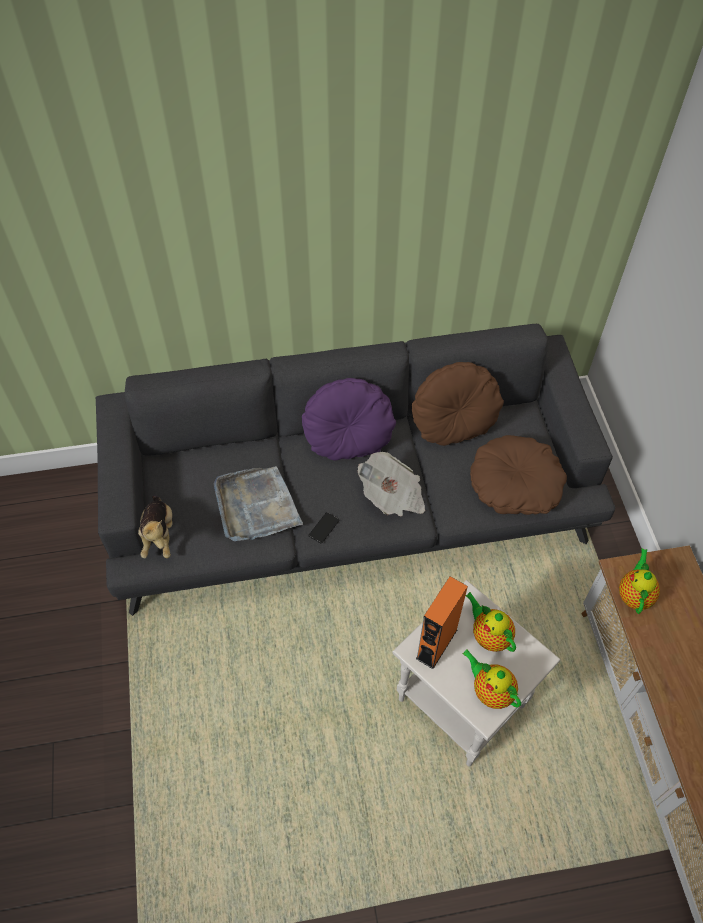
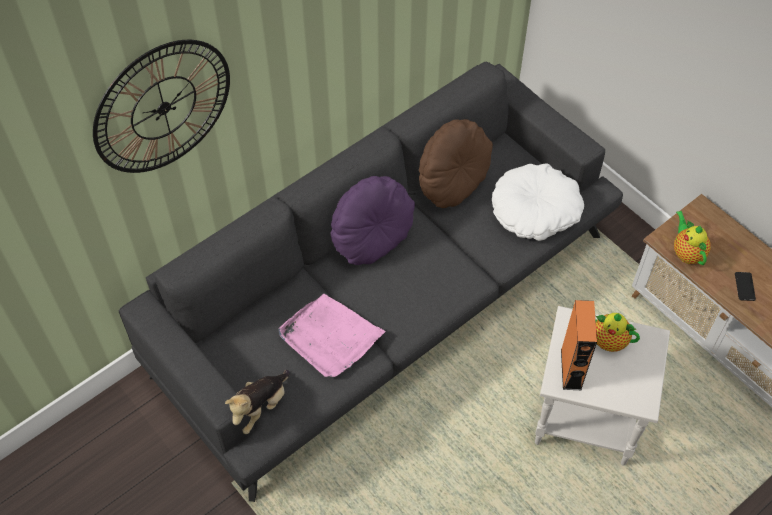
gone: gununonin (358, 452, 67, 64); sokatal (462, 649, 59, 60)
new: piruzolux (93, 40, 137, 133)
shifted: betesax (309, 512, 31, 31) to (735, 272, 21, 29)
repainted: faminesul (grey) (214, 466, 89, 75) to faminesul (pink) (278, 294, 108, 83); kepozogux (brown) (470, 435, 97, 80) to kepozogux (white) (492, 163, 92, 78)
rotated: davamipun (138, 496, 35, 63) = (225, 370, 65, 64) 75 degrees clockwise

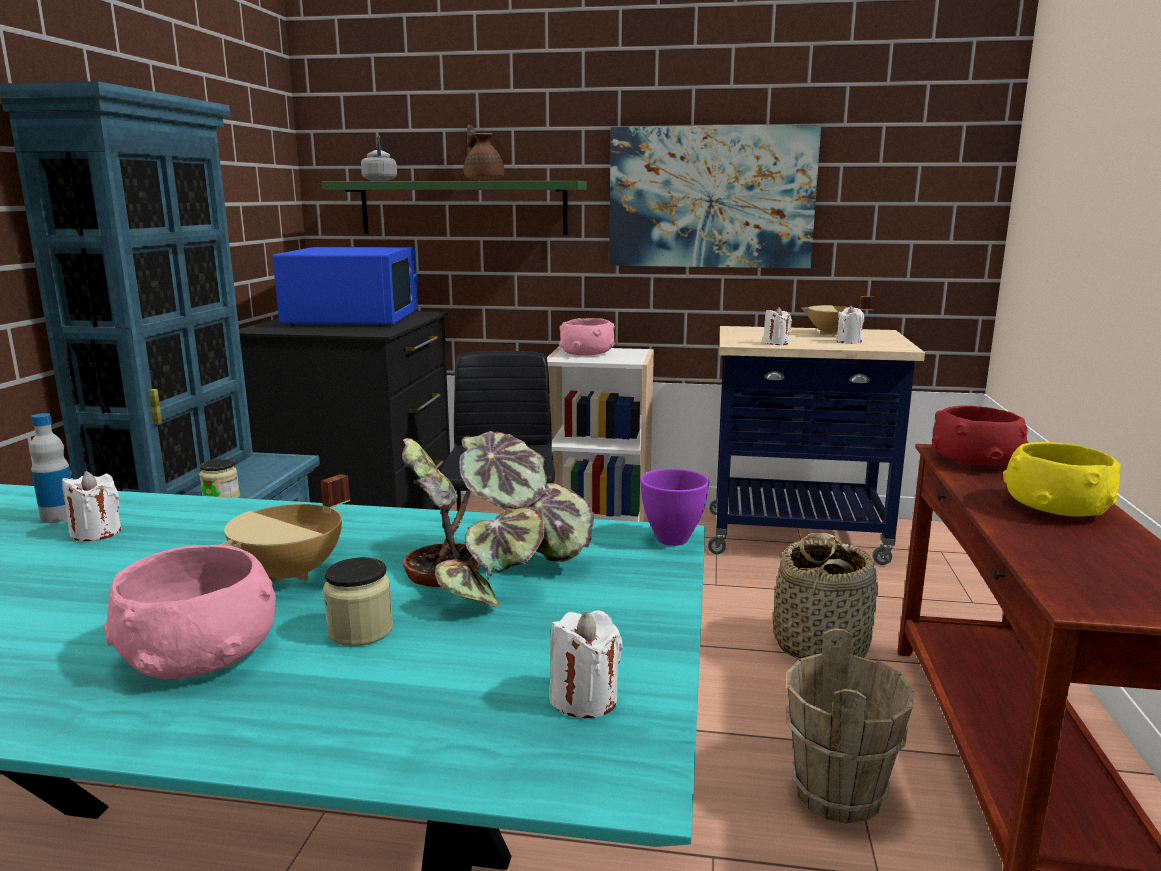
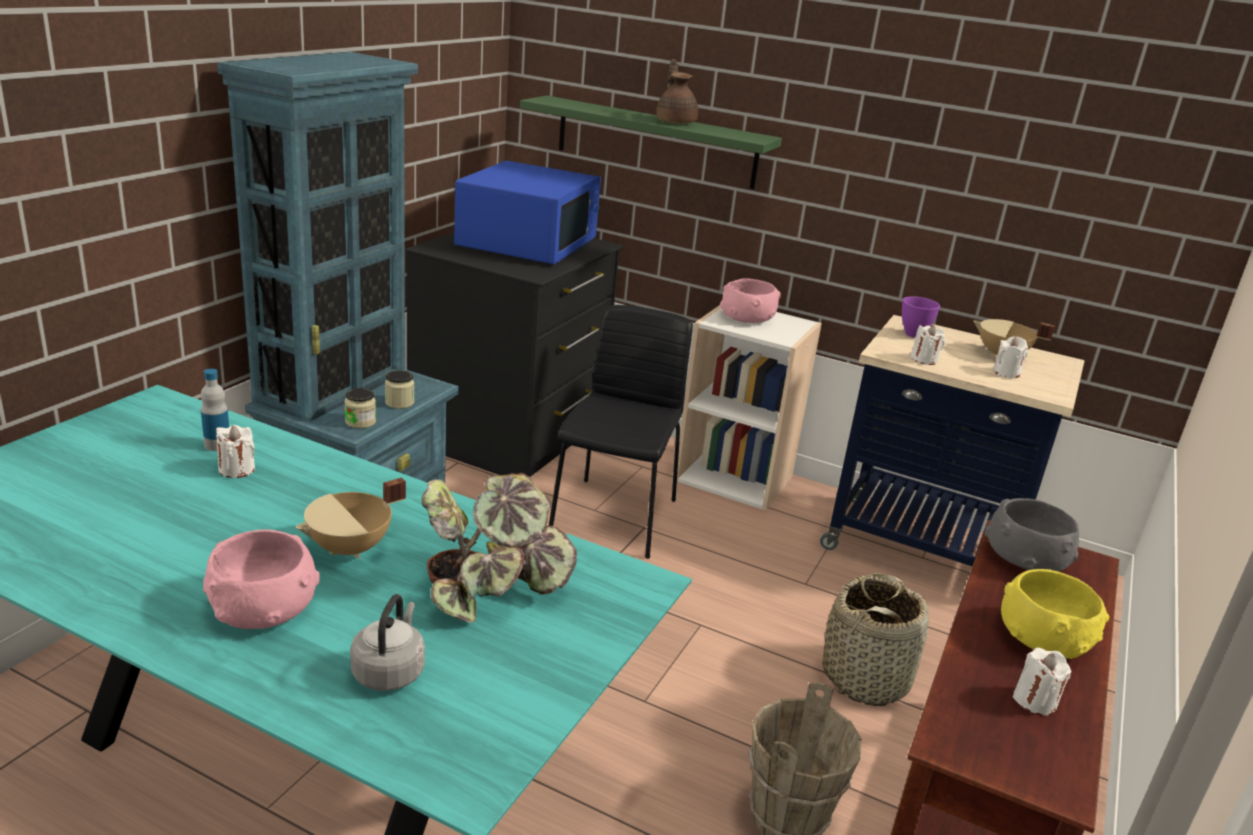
gone: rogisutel (609, 125, 212, 143)
shifted: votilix (323, 557, 70, 89) to (385, 370, 29, 39); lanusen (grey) (361, 135, 36, 46) to (350, 594, 75, 97); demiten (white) (549, 610, 74, 108) to (1013, 648, 58, 68); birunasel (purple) (640, 469, 69, 77) to (902, 296, 38, 42)
repainted: birunasel (red) (932, 405, 97, 61) to birunasel (grey) (985, 498, 94, 74)

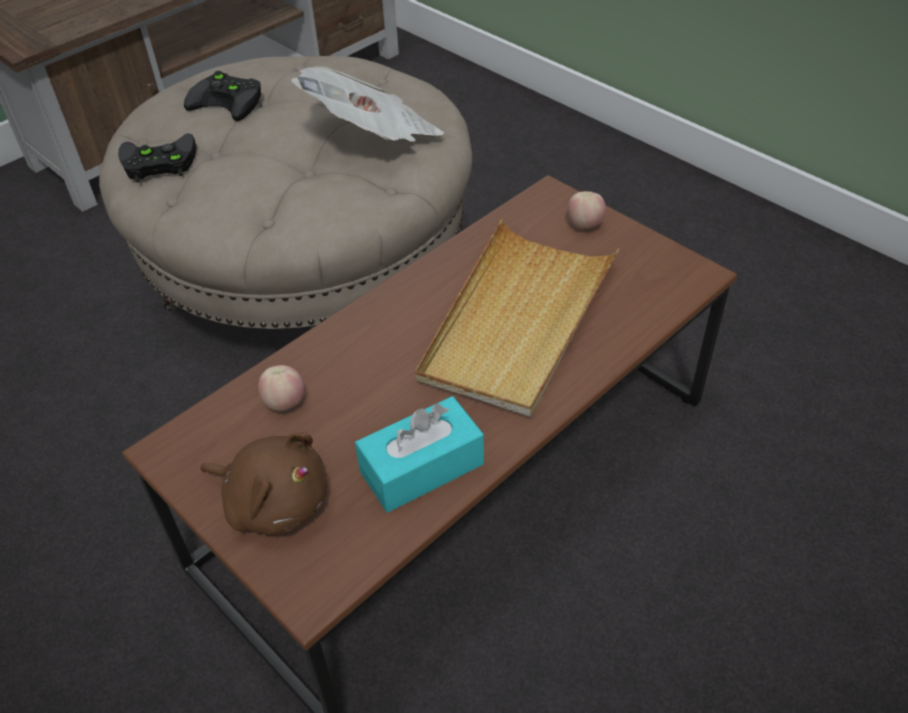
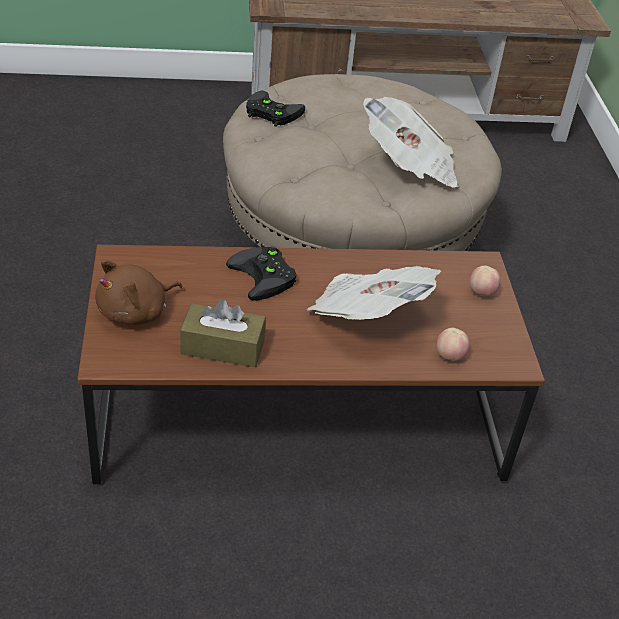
shifted: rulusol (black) (184, 71, 77, 50) to (226, 247, 70, 54); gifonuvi (258, 365, 47, 46) to (437, 328, 33, 33)
swapped: faminesul (beige) (415, 219, 205, 198) to gununonin (307, 266, 134, 54)
repainted: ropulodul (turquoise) (355, 396, 129, 116) to ropulodul (brown) (180, 300, 86, 67)
rotated: davamipun (brown) (200, 433, 127, 102) = (95, 260, 87, 65) 75 degrees clockwise

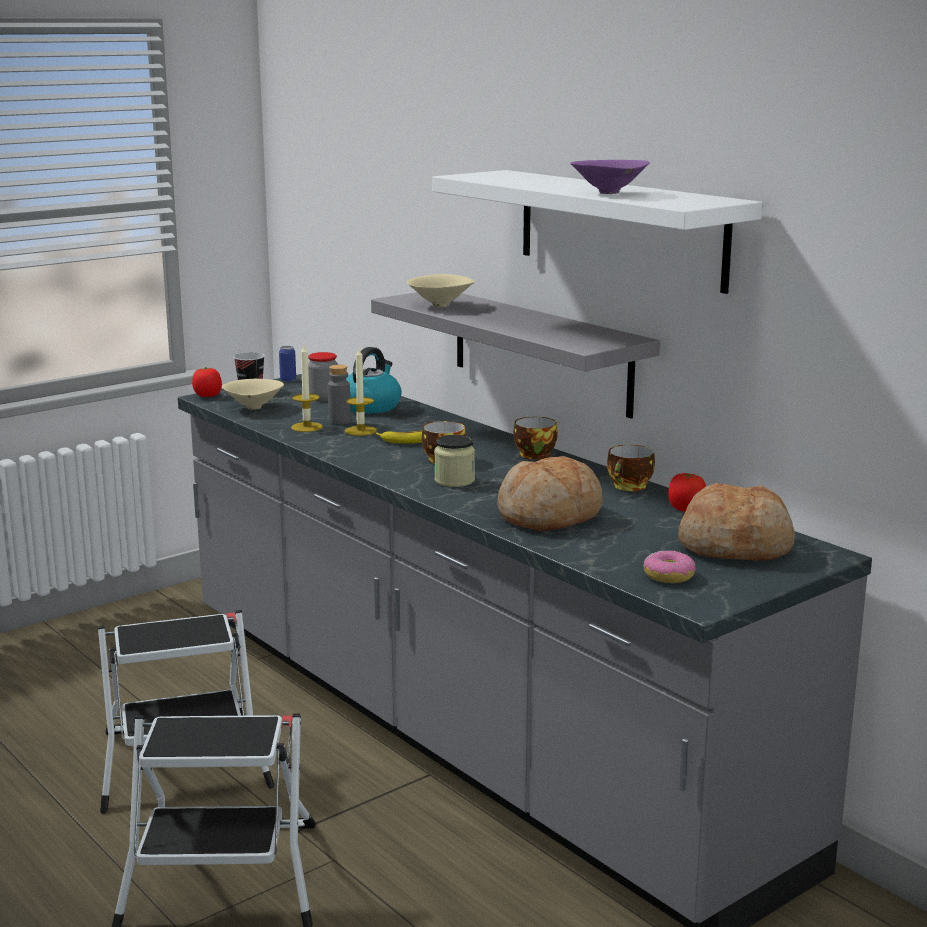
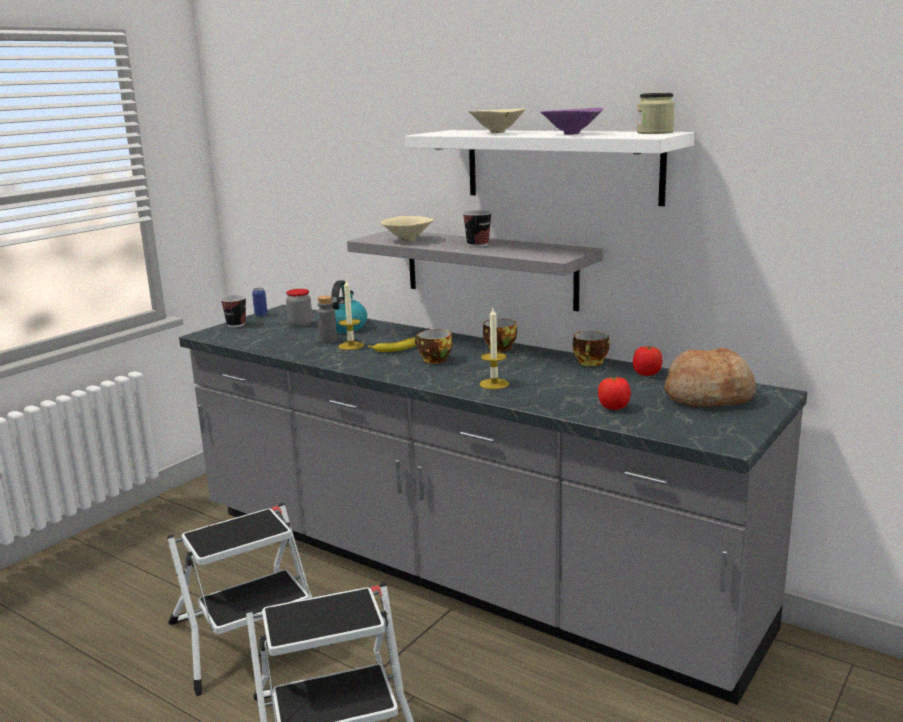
gone: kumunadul (497, 456, 106, 75); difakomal (644, 550, 52, 33)
new: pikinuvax (462, 210, 30, 37)
shifted: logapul (192, 367, 30, 30) to (598, 376, 33, 34); birunasel (beige) (222, 379, 62, 31) to (468, 108, 58, 25); demiten (291, 345, 32, 87) to (480, 308, 29, 81); votilix (434, 435, 41, 52) to (637, 93, 38, 41)

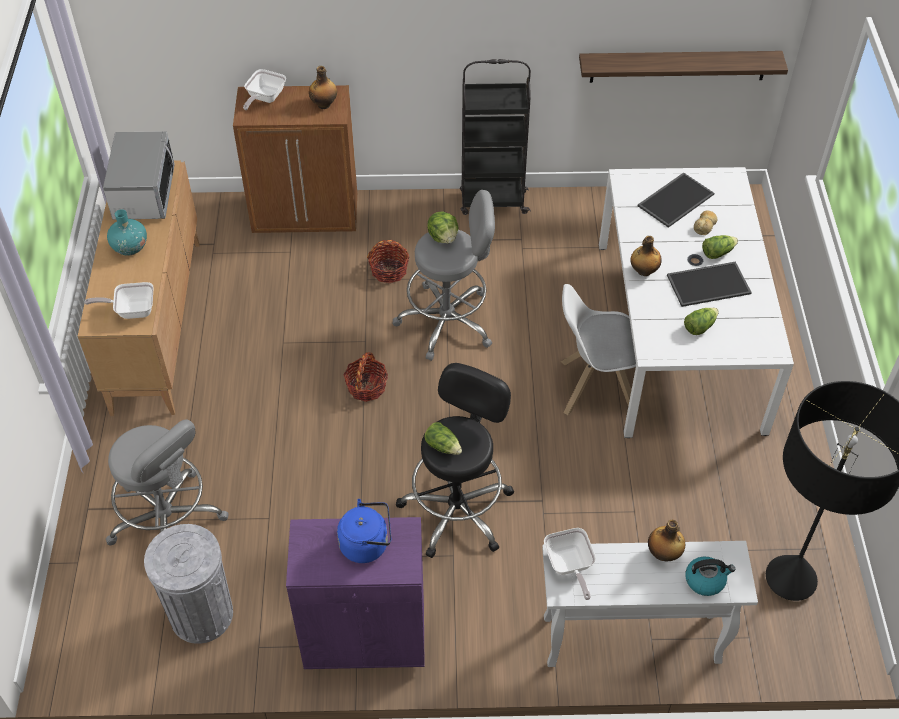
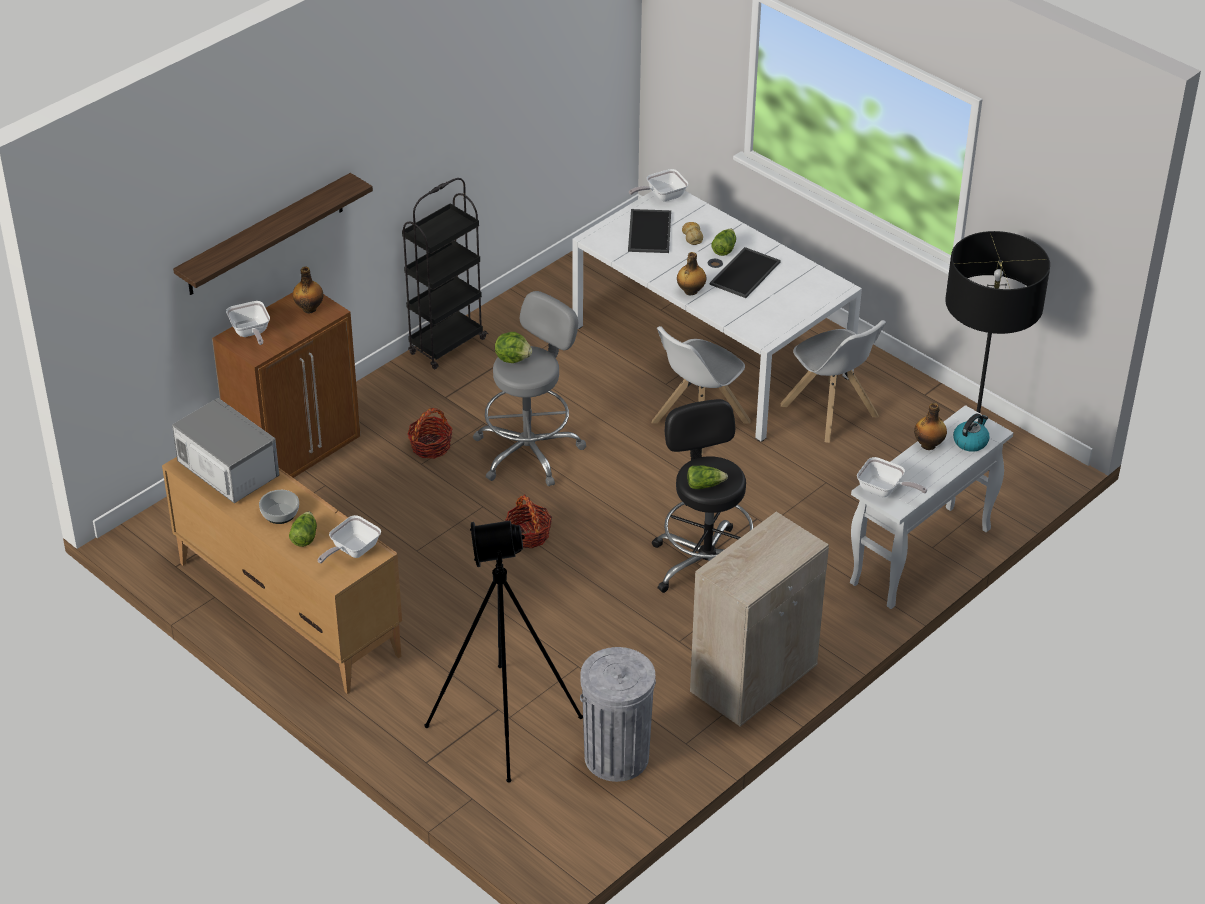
gone: lanusen (blue) (337, 499, 54, 64)
new: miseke (629, 169, 59, 33); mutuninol (781, 320, 105, 123)
shifted: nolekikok (579, 51, 209, 32) to (173, 173, 200, 122); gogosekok (684, 308, 35, 27) to (289, 511, 28, 36)
swapped: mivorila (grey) (106, 419, 123, 126) to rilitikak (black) (424, 521, 159, 262); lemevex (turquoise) (107, 209, 40, 47) to birunasel (259, 490, 40, 34)
repainted: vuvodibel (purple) (286, 517, 139, 152) to vuvodibel (beige) (690, 512, 139, 214)

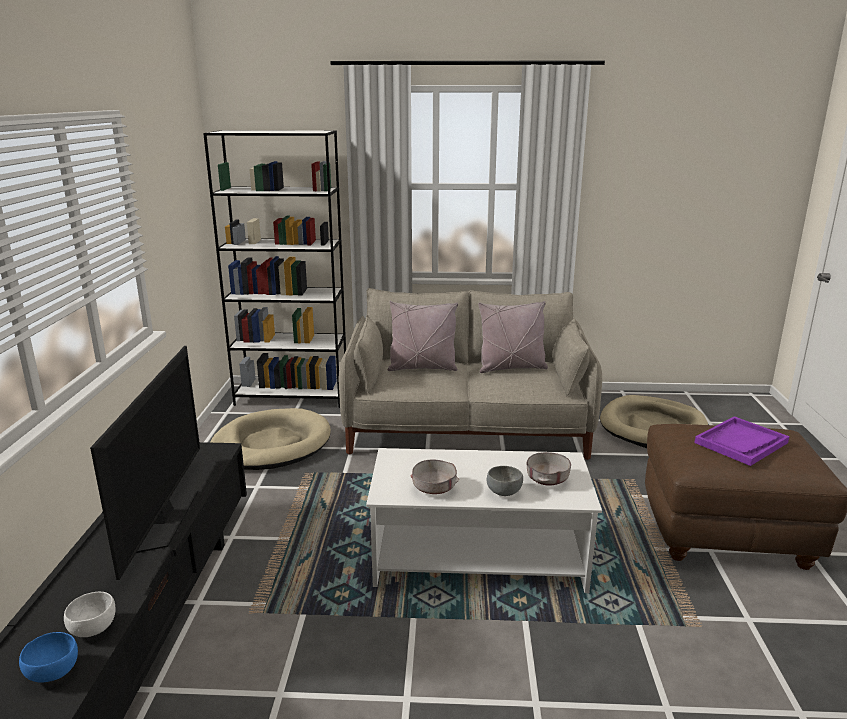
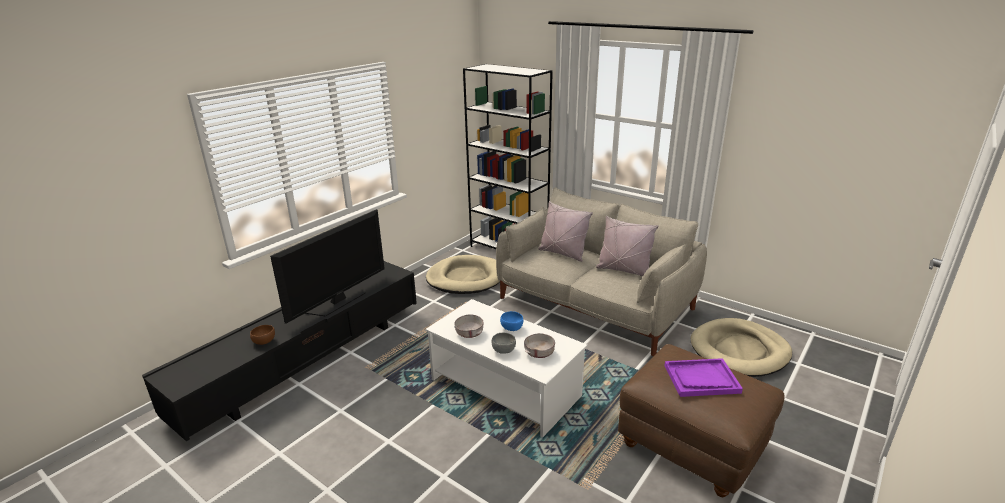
shifted: birunasel (blue) (19, 632, 59, 51) to (500, 311, 23, 20)
repainted: birunasel (white) (64, 592, 51, 45) to birunasel (brown) (250, 325, 25, 20)

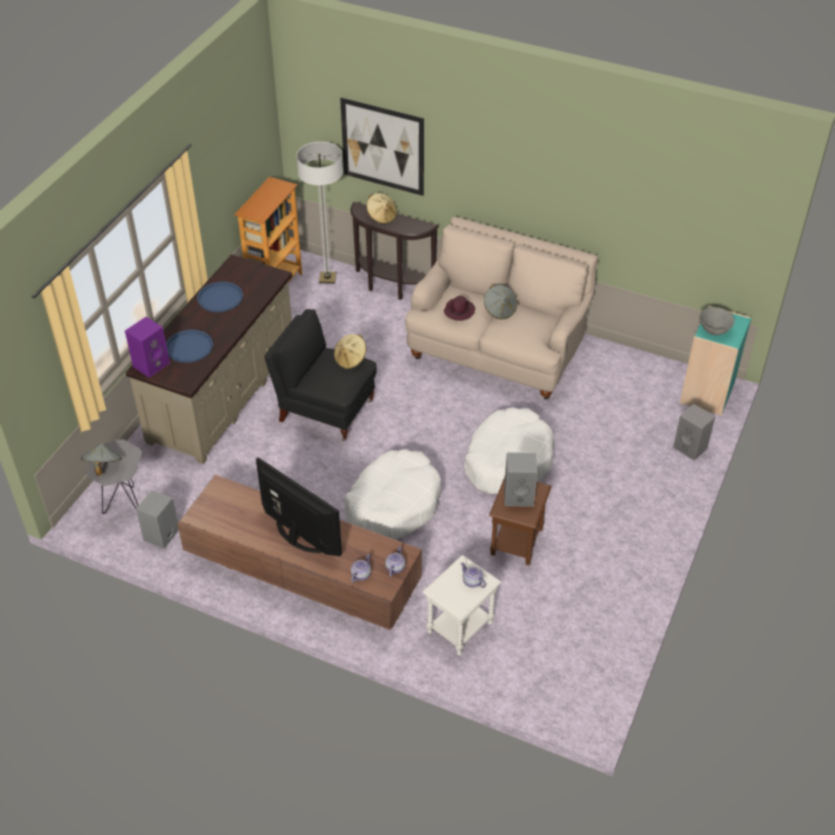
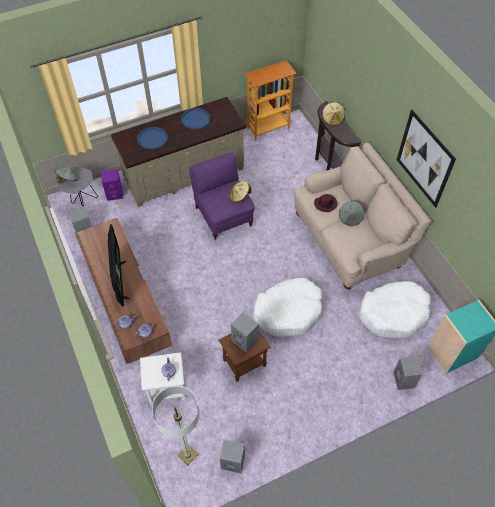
gone: birunasel (grey) (699, 307, 36, 28)
new: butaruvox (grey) (219, 440, 26, 33)
shifted: butaruvox (purple) (125, 317, 45, 61) to (101, 169, 22, 32); rilitikak (297, 142, 46, 142) to (152, 386, 48, 79); rogisutel (340, 98, 84, 98) to (397, 109, 59, 99); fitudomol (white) (344, 449, 97, 90) to (358, 281, 73, 57)
repainted: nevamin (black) (265, 309, 112, 132) to nevamin (purple) (189, 152, 66, 88)

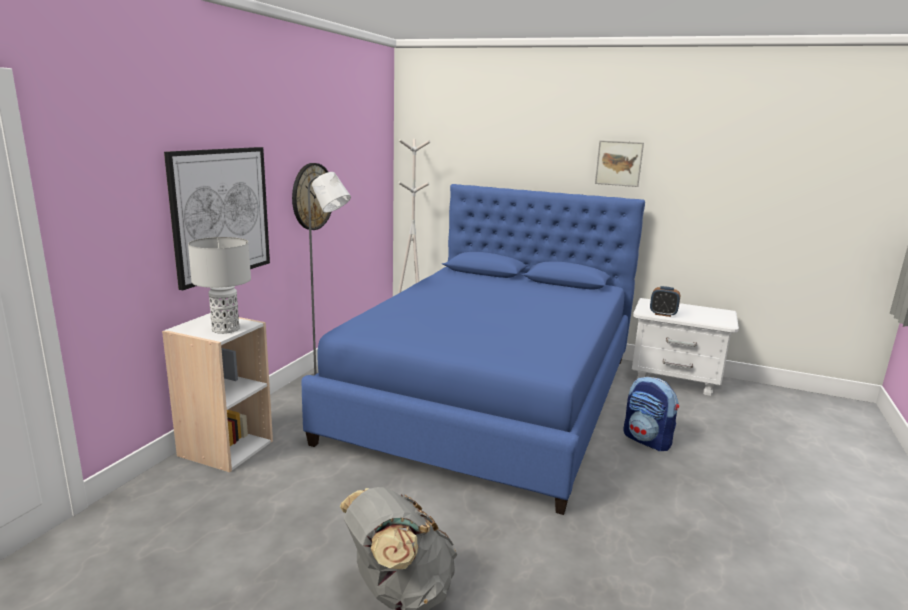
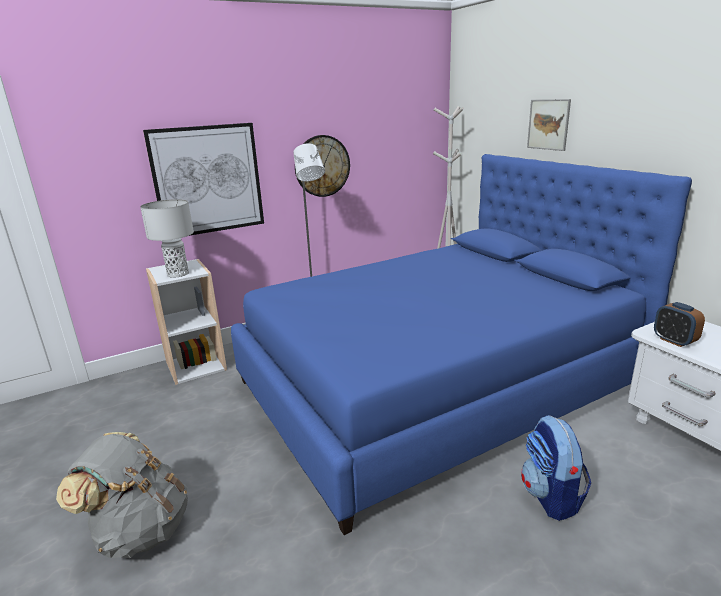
shifted: rogisutel (595, 140, 49, 47) to (527, 99, 44, 52)

